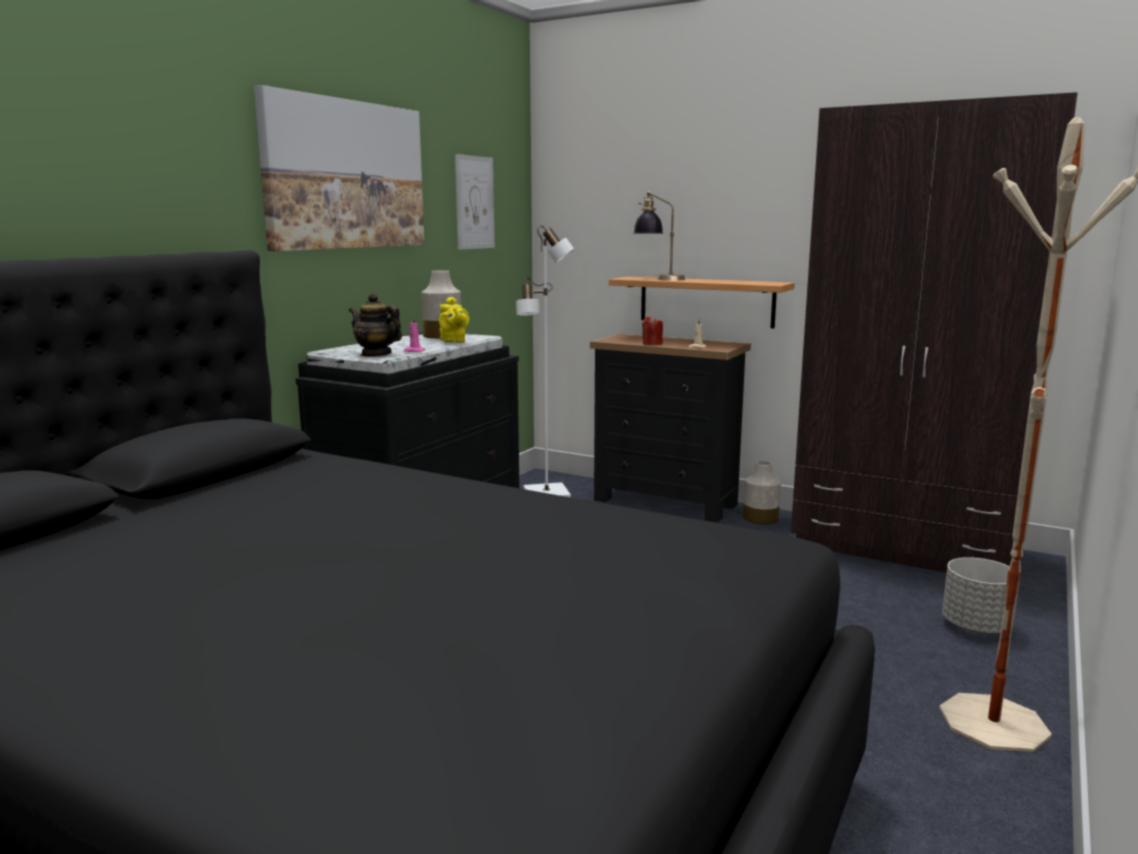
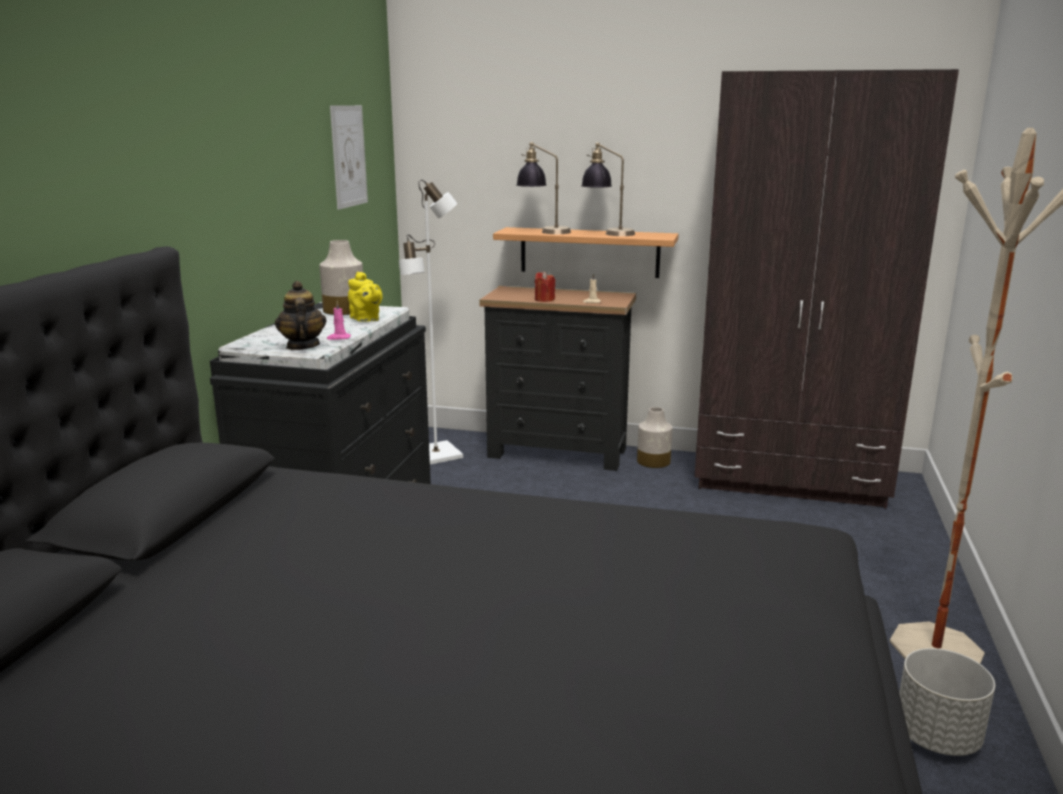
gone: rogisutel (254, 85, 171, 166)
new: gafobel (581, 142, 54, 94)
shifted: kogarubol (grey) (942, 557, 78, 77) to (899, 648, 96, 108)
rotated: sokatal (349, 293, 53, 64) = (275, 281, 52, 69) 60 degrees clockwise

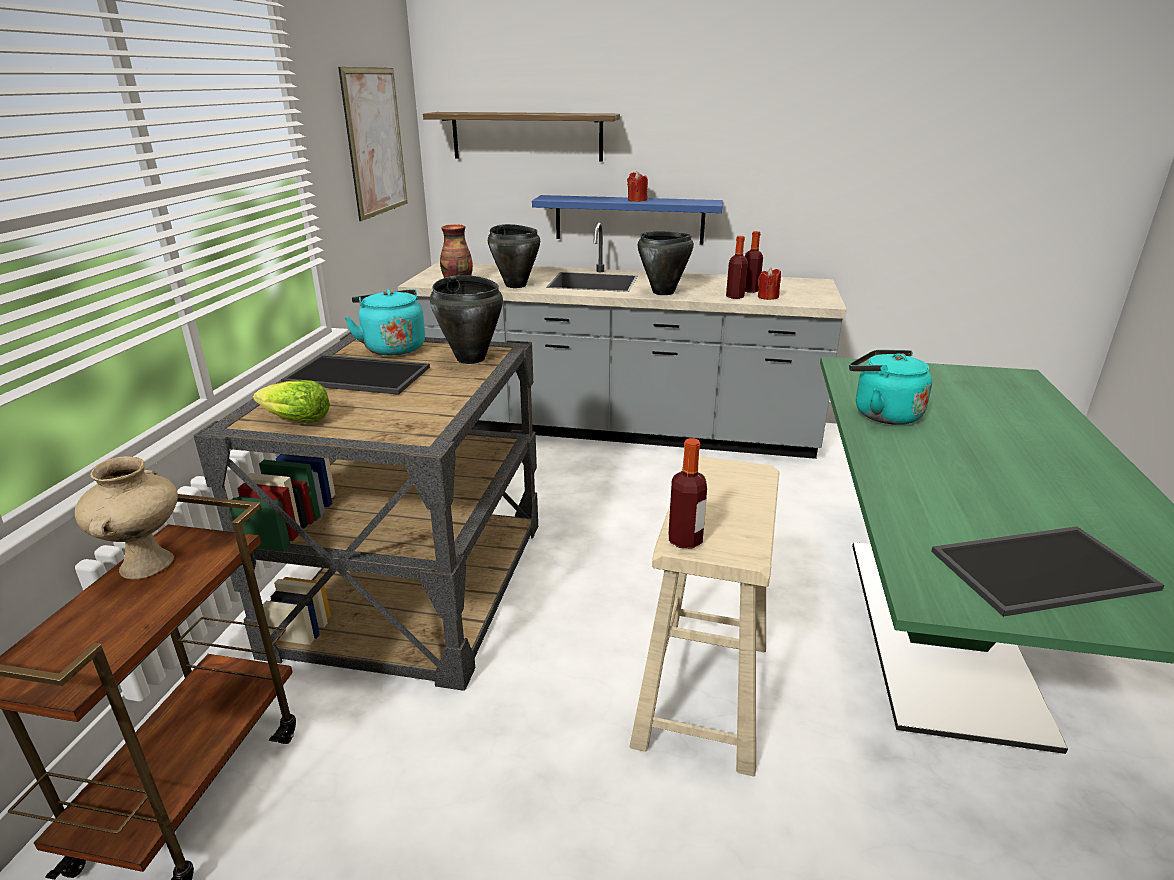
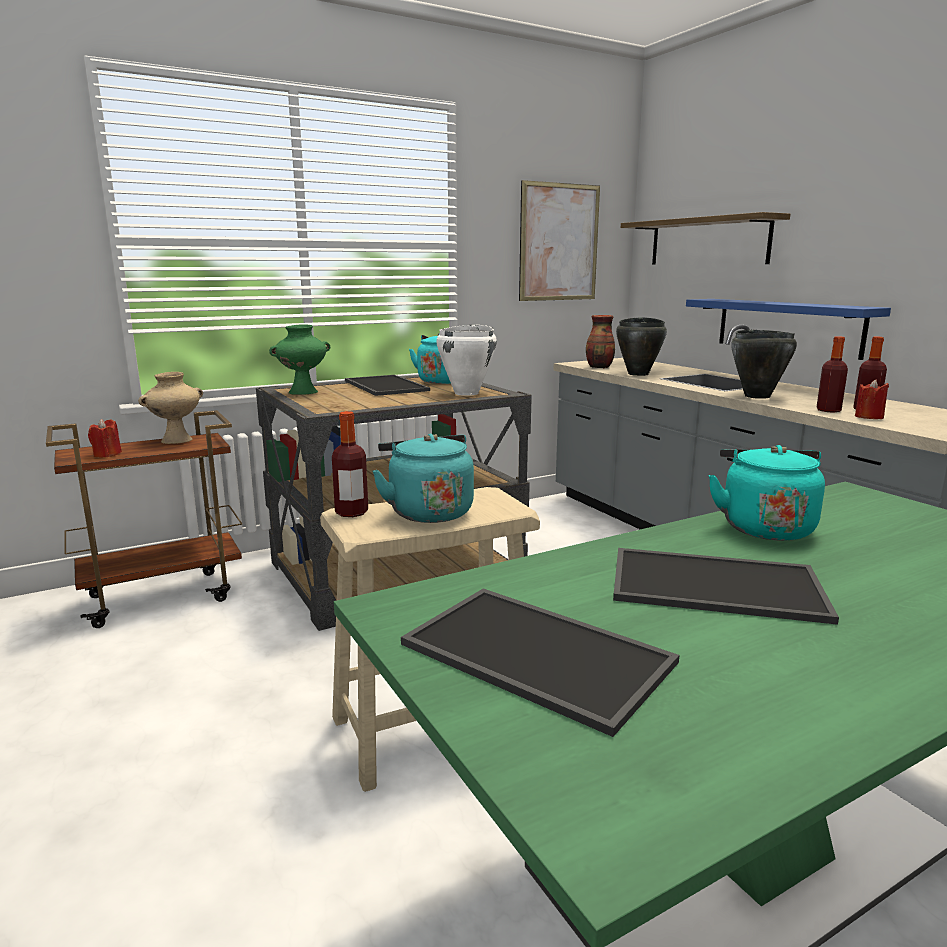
new: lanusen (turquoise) (372, 434, 102, 89); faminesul (613, 548, 226, 77)
shifted: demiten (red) (627, 171, 21, 31) to (88, 419, 34, 38)
swapped: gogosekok (253, 380, 77, 43) to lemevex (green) (269, 325, 61, 70)
repainted: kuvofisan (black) (430, 275, 73, 89) to kuvofisan (white) (436, 324, 61, 72)

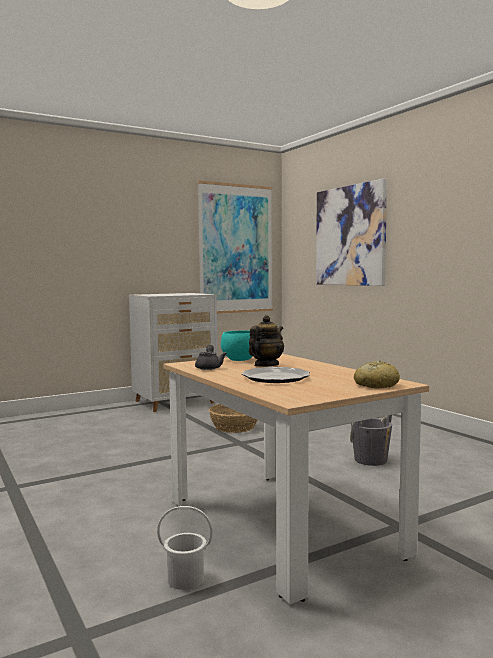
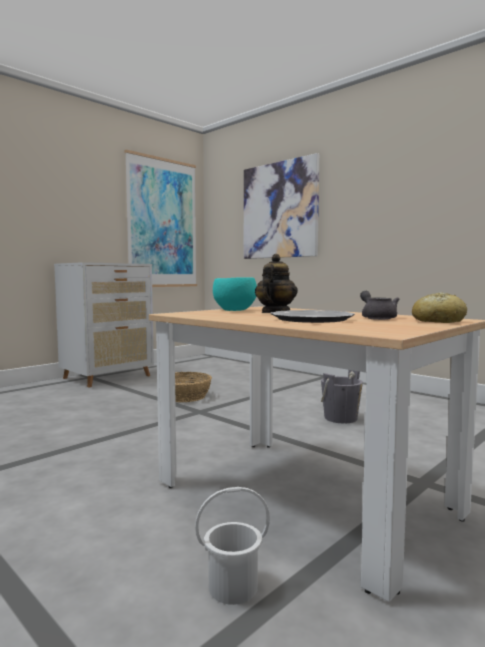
shifted: sokatal (grey) (195, 345, 32, 25) to (360, 291, 40, 29)

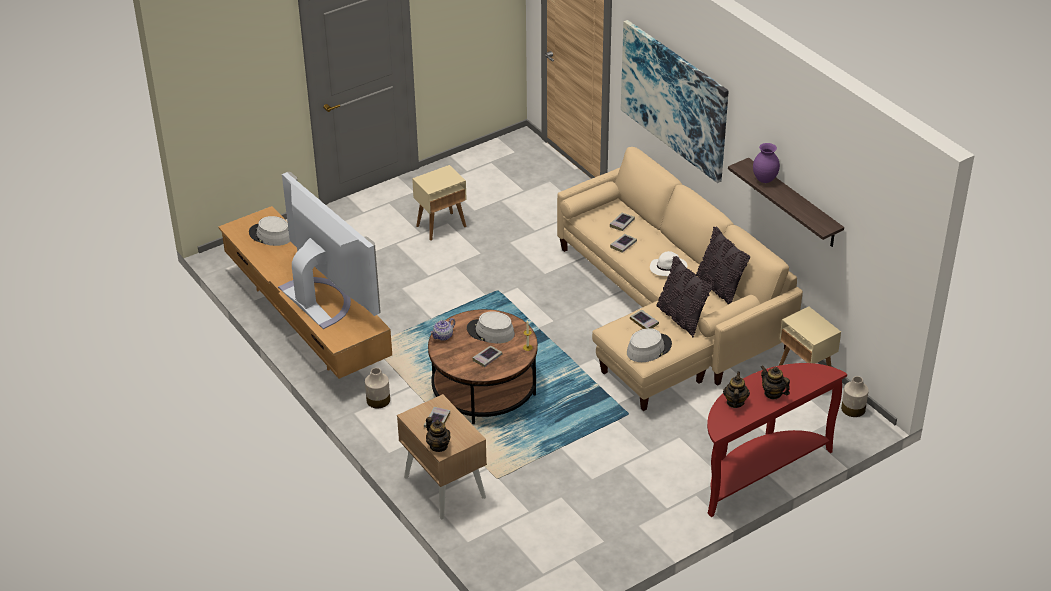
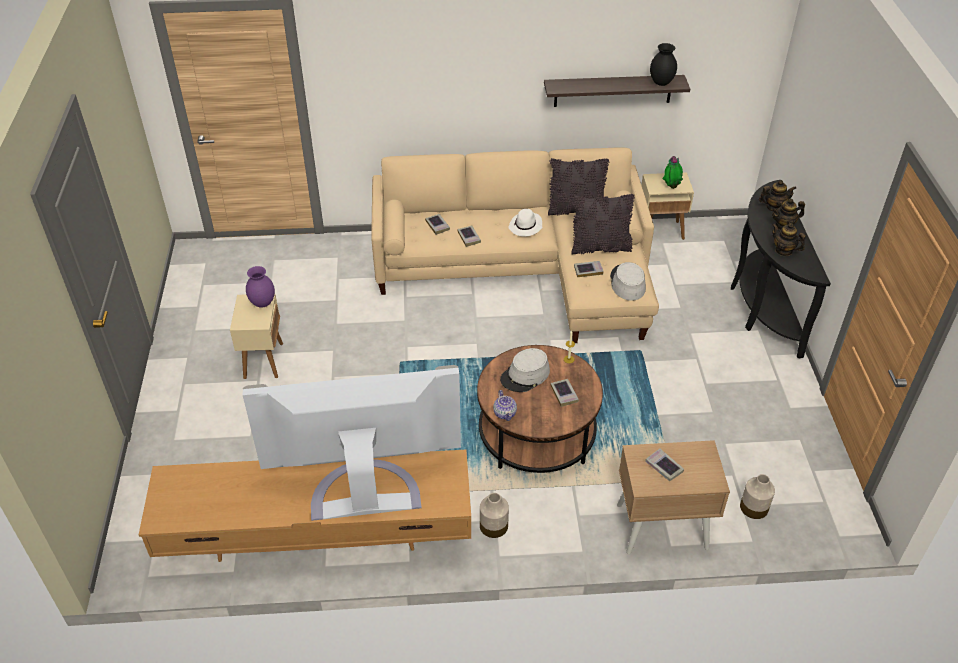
gone: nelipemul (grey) (249, 216, 41, 30); rogisutel (621, 20, 108, 163)
new: lemevex (black) (650, 43, 27, 43); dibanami (662, 156, 21, 33)
shifted: sokatal (426, 417, 24, 35) to (759, 180, 37, 31); lemevex (purple) (753, 143, 27, 40) to (246, 266, 29, 42); lemevex (beige) (841, 376, 28, 41) to (740, 474, 35, 45)
repainted: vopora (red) (707, 363, 140, 154) to vopora (black) (731, 180, 100, 179)

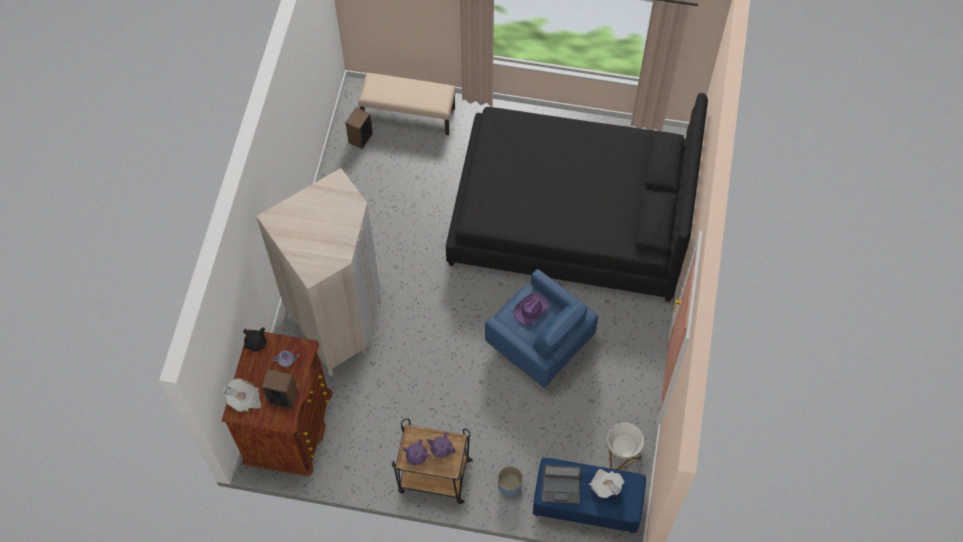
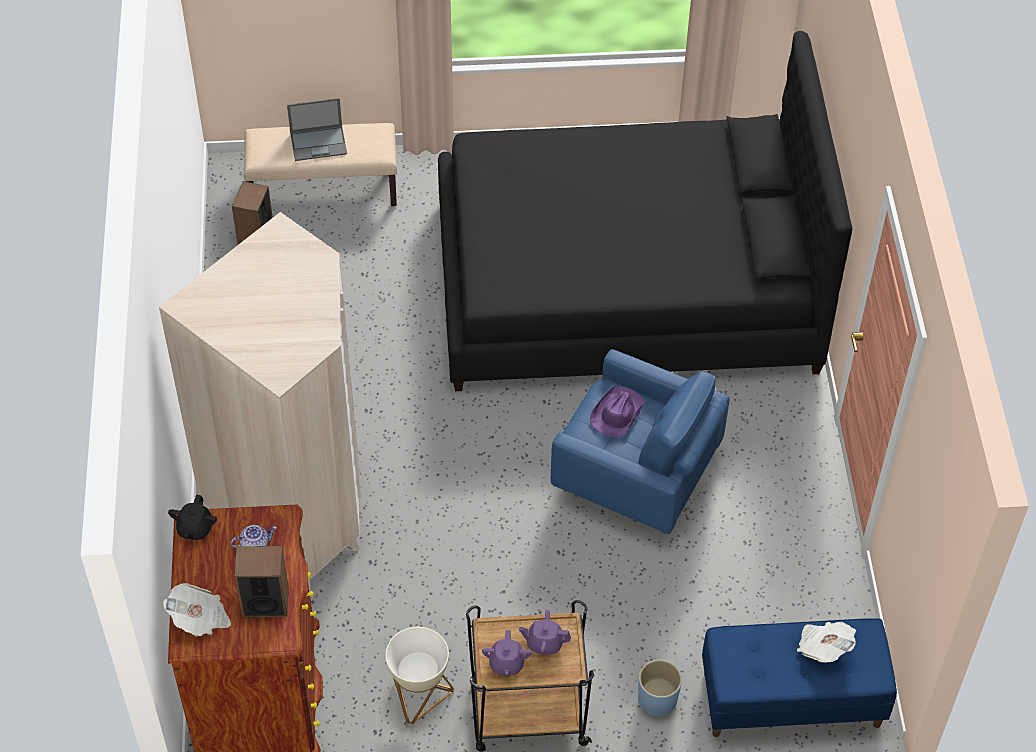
shifted: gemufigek (542, 465, 40, 39) to (287, 98, 60, 63); kogarubol (607, 423, 37, 47) to (385, 627, 69, 97)
rotated: sokatal (black) (243, 327, 24, 25) = (168, 494, 49, 46) 75 degrees clockwise

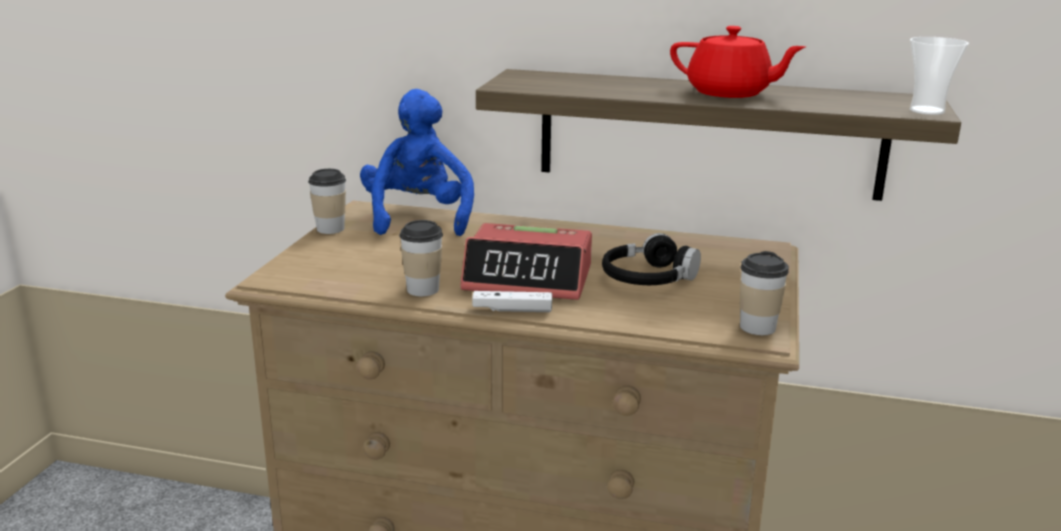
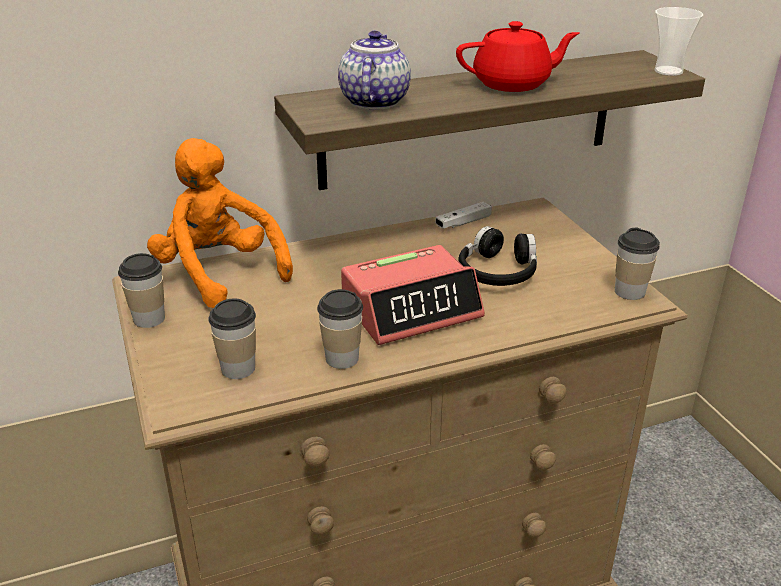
new: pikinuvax (208, 298, 48, 81); sokatal (338, 31, 73, 79)
shifted: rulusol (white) (472, 291, 80, 21) to (435, 202, 57, 27)
repainted: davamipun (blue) (360, 89, 114, 147) to davamipun (orange) (147, 138, 146, 170)

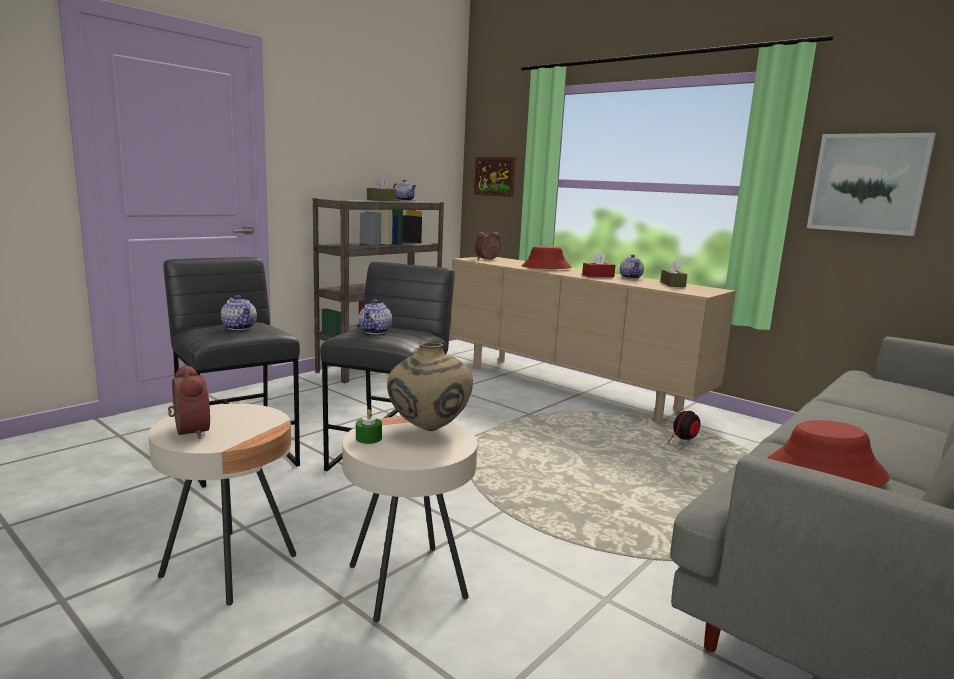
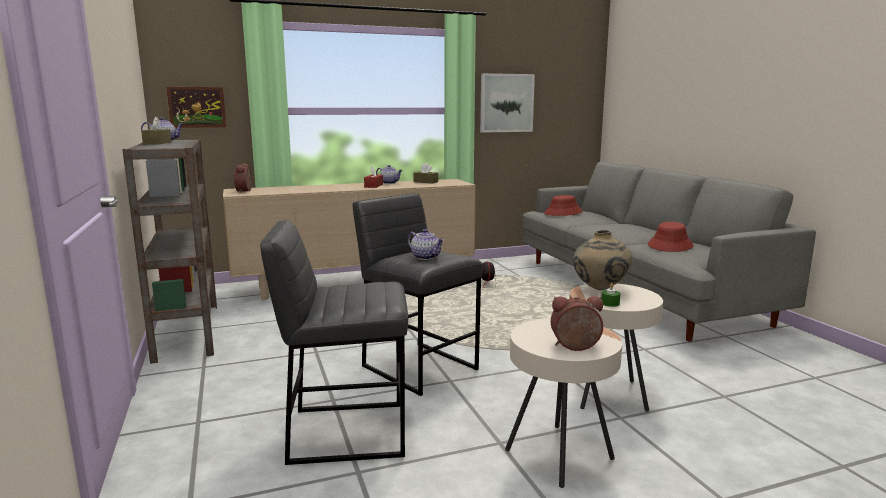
gone: sokatal (221, 295, 36, 35)
shifted: nelipemul (red) (521, 246, 50, 23) to (544, 195, 39, 21)

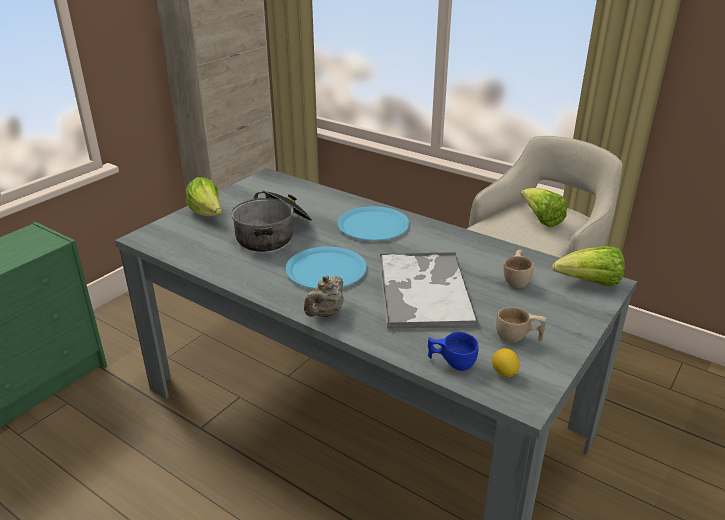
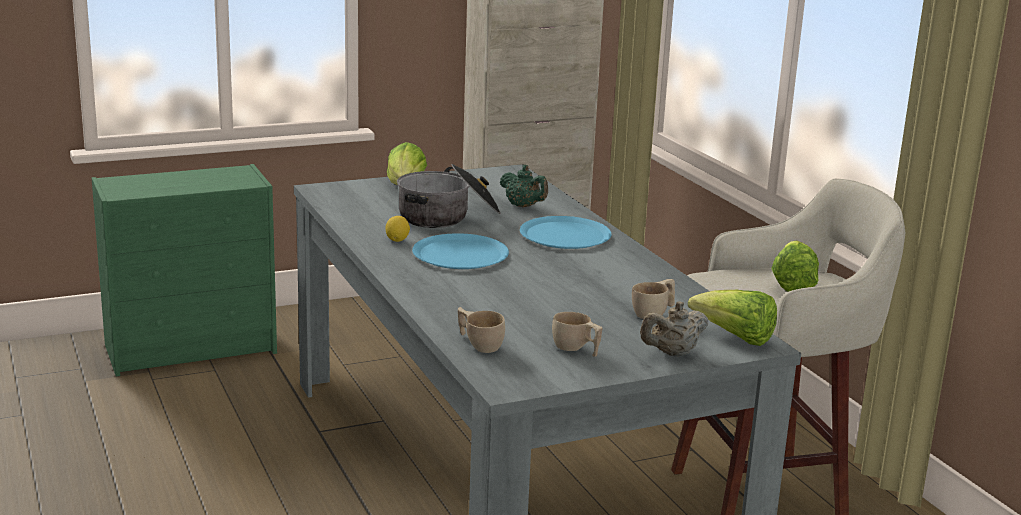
gone: faminesul (379, 252, 100, 77)
new: sokatal (green) (500, 165, 48, 43)
shifted: sokatal (beige) (304, 275, 39, 42) to (640, 301, 68, 56); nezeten (492, 348, 27, 29) to (385, 216, 25, 26)
repainted: pikinuvax (blue) (428, 332, 50, 39) to pikinuvax (beige) (458, 307, 47, 46)

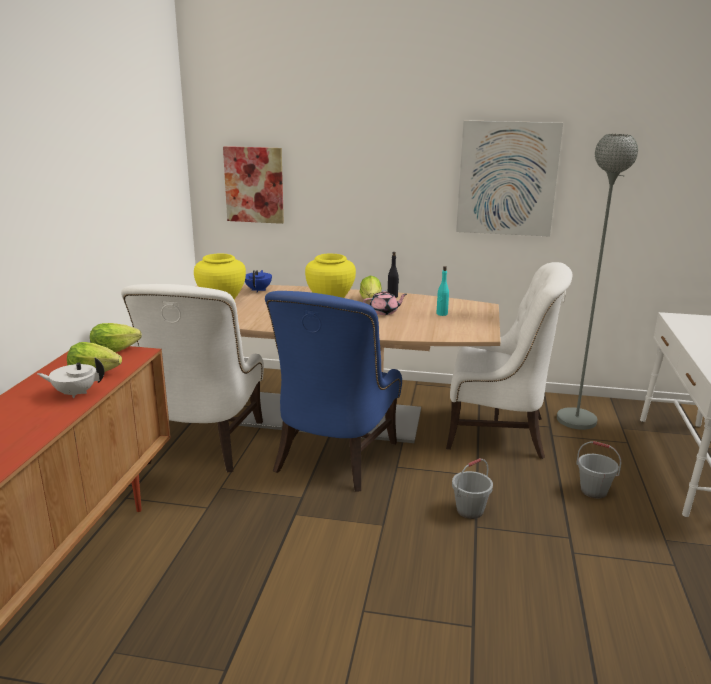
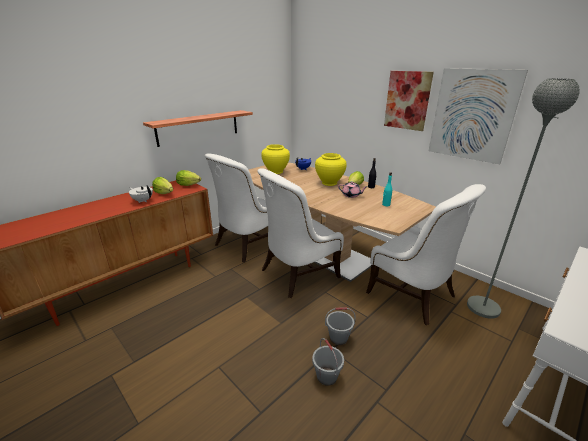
new: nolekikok (143, 110, 110, 37)
shifted: rogisutel (223, 146, 61, 78) to (384, 71, 50, 60); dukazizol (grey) (576, 441, 45, 58) to (312, 338, 32, 48)
repainted: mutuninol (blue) (265, 291, 137, 201) to mutuninol (white) (257, 169, 87, 129)

